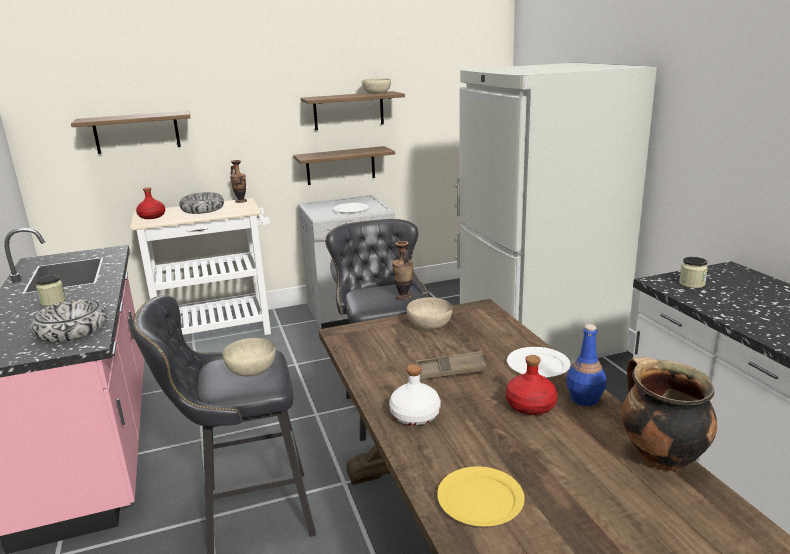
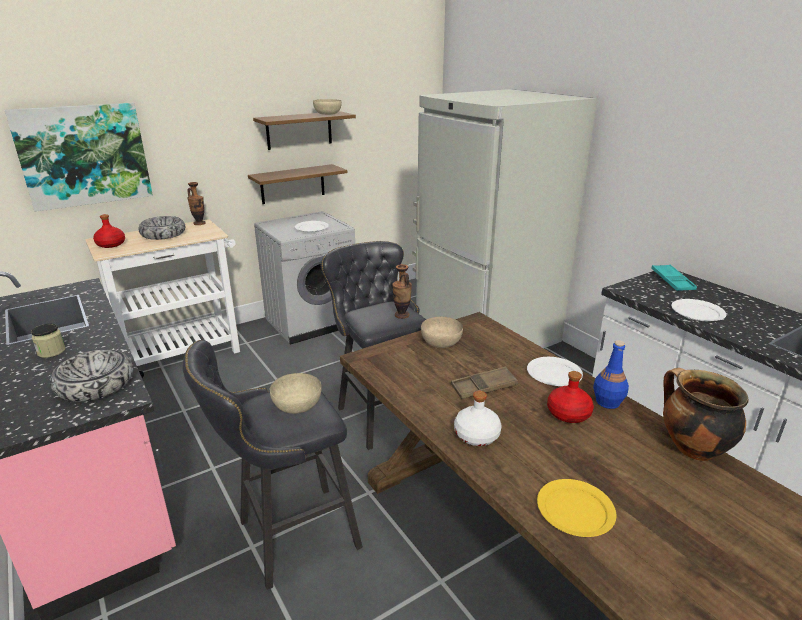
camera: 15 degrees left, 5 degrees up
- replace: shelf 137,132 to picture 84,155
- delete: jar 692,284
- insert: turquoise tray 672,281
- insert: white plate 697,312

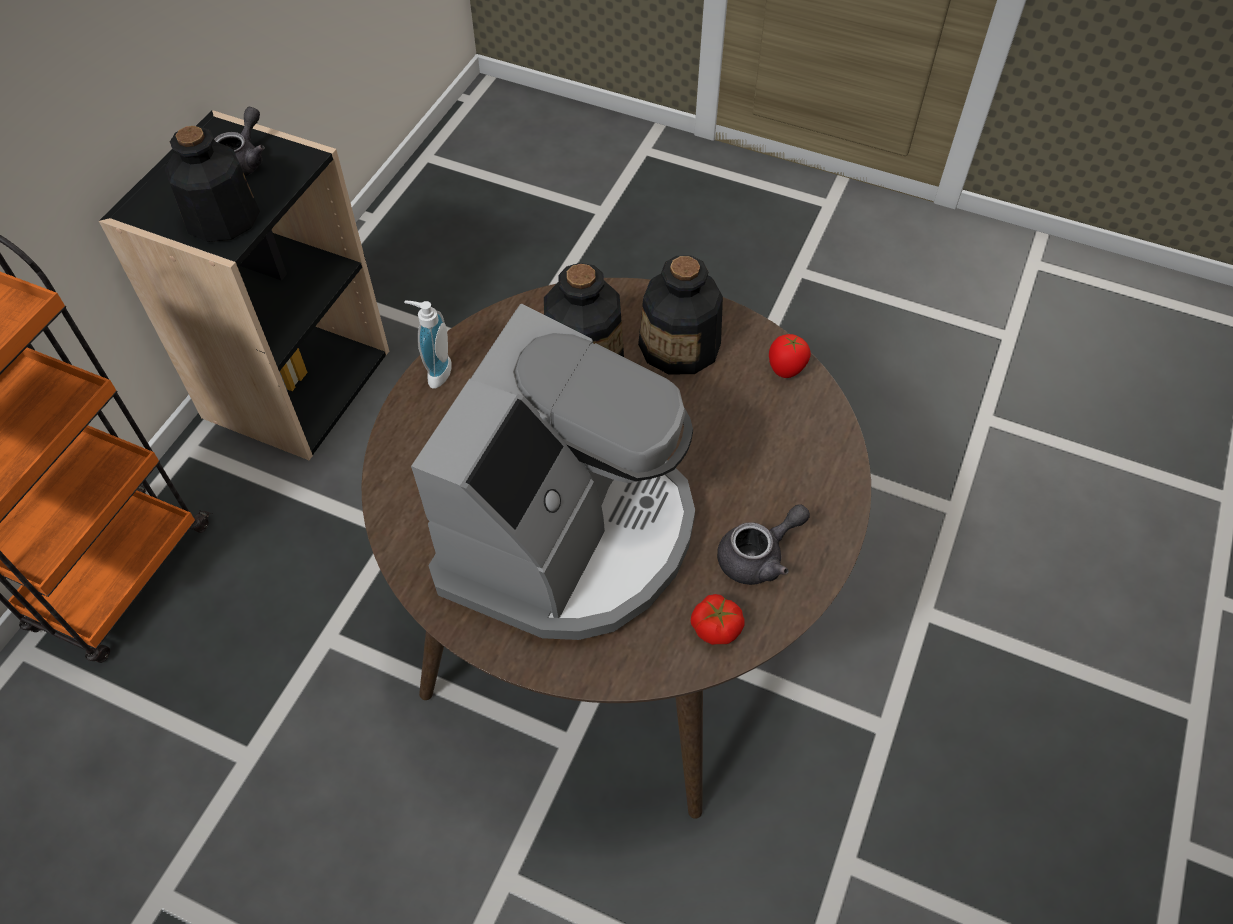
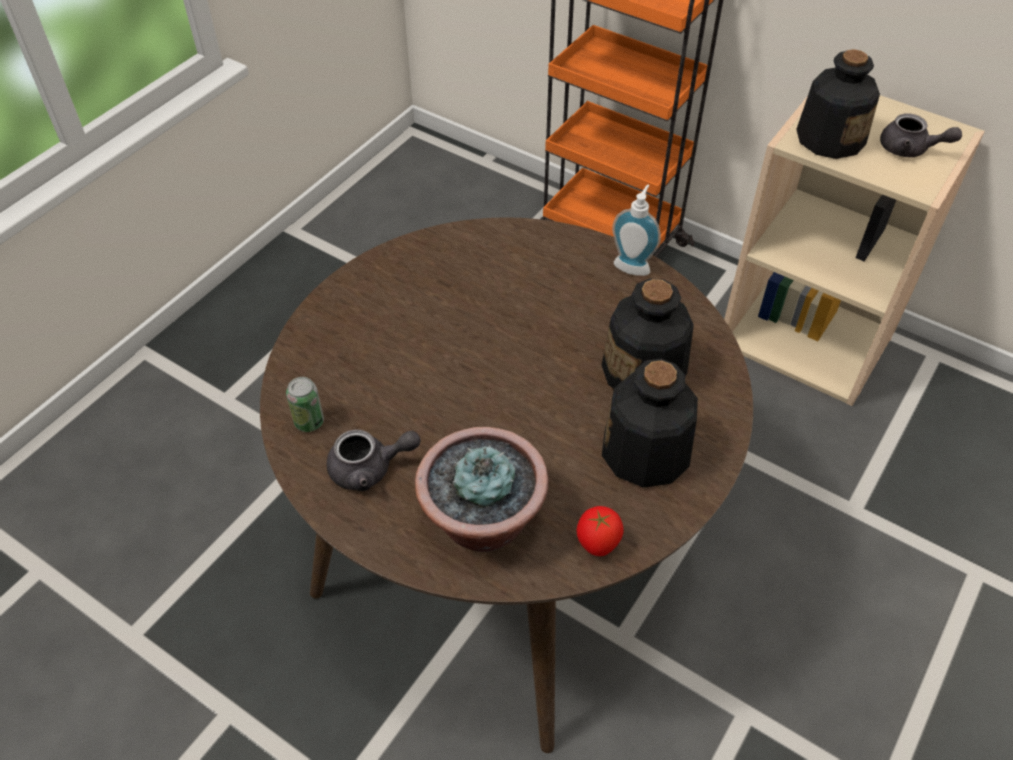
camera: 100 degrees right, 5 degrees down
- recolor: black bookcase 296,381 to beige bookcase 809,337
- delete: coffee machine 569,536
- rotate: grey teapot 758,556 = 370,469 75 degrees counterclockwise
- replace: tomato 715,628 to can 309,422
- insert: potted plant 482,522

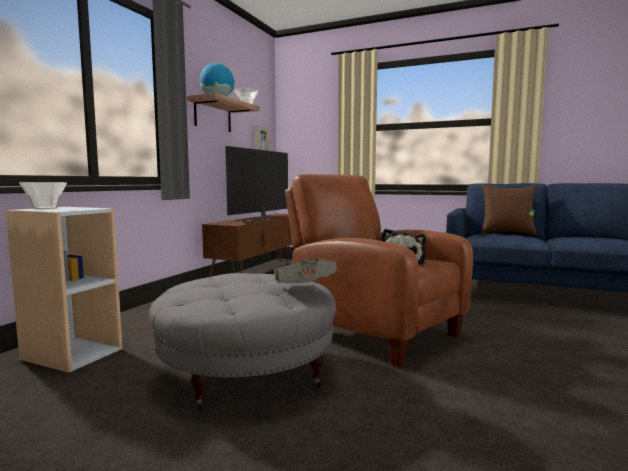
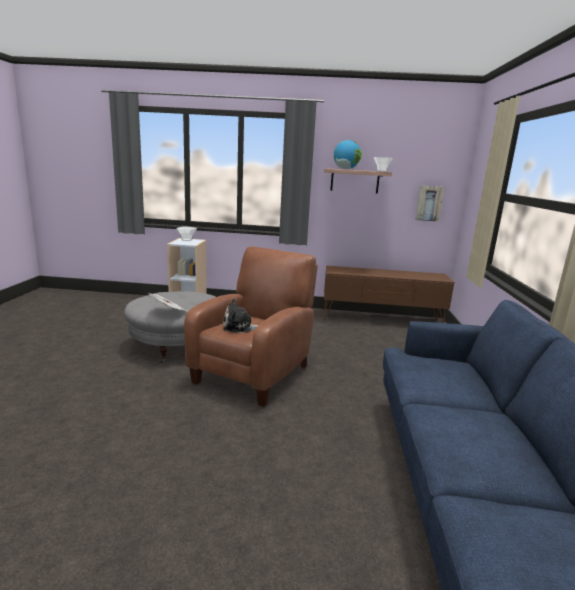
camera: 70 degrees right, 10 degrees up
- delete: television 262,218
- delete: brown pillow 507,233

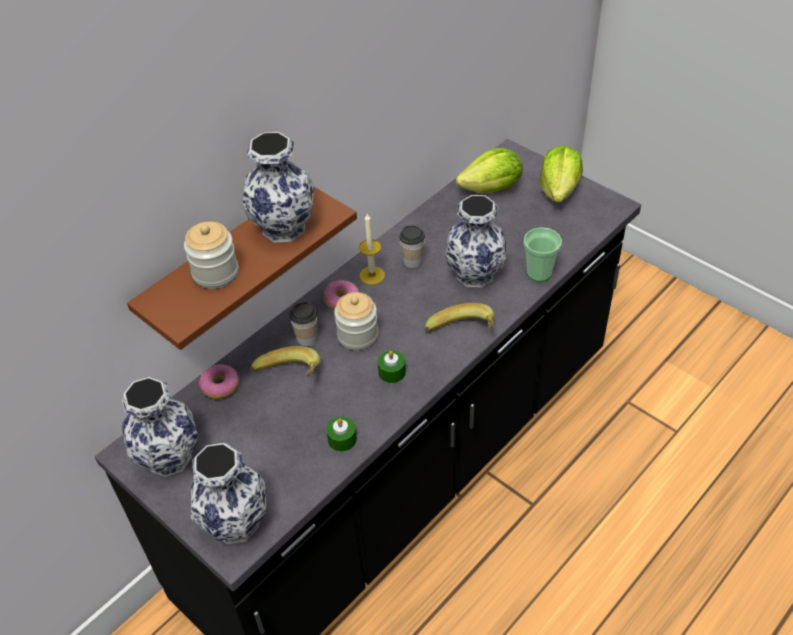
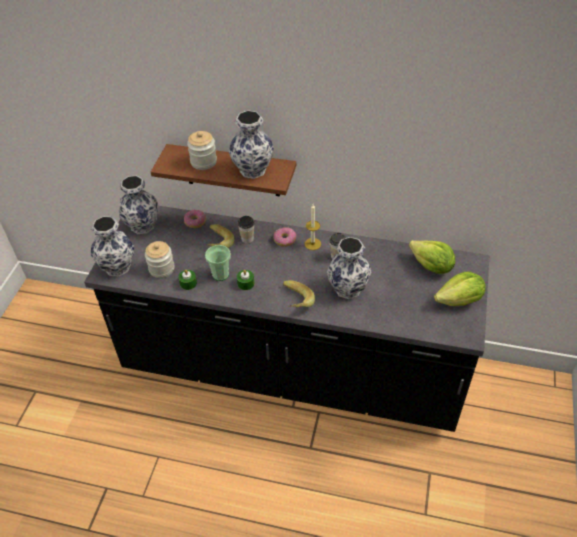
camera: 60 degrees right, 0 degrees up
- move: cup 539,273 to 220,274
- move: jar 358,336 to 161,269

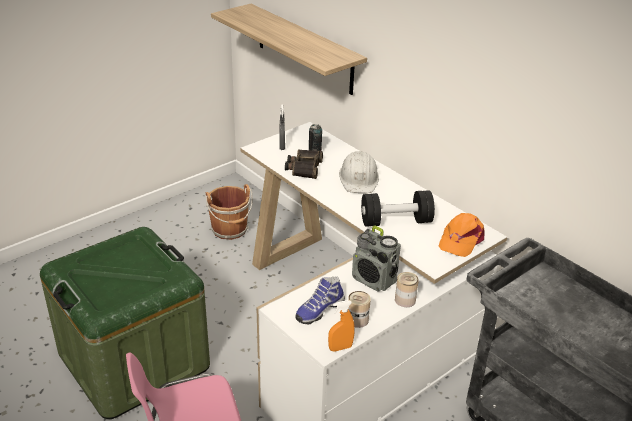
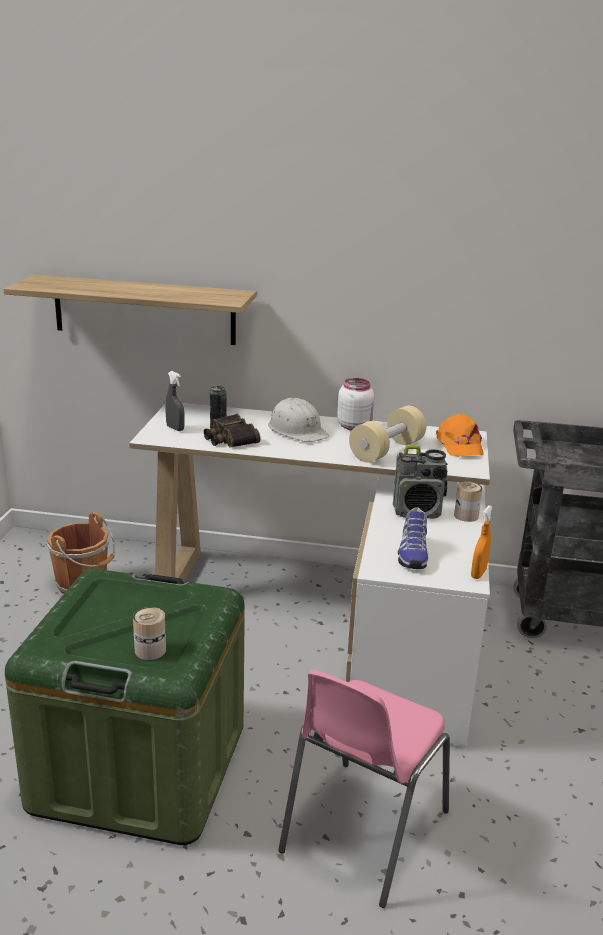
camera: 40 degrees left, 10 degrees down
- recolor: black dumbbell 396,221 to beige dumbbell 387,450
- move: can 357,320 to 150,650
- insert: white jar 354,426

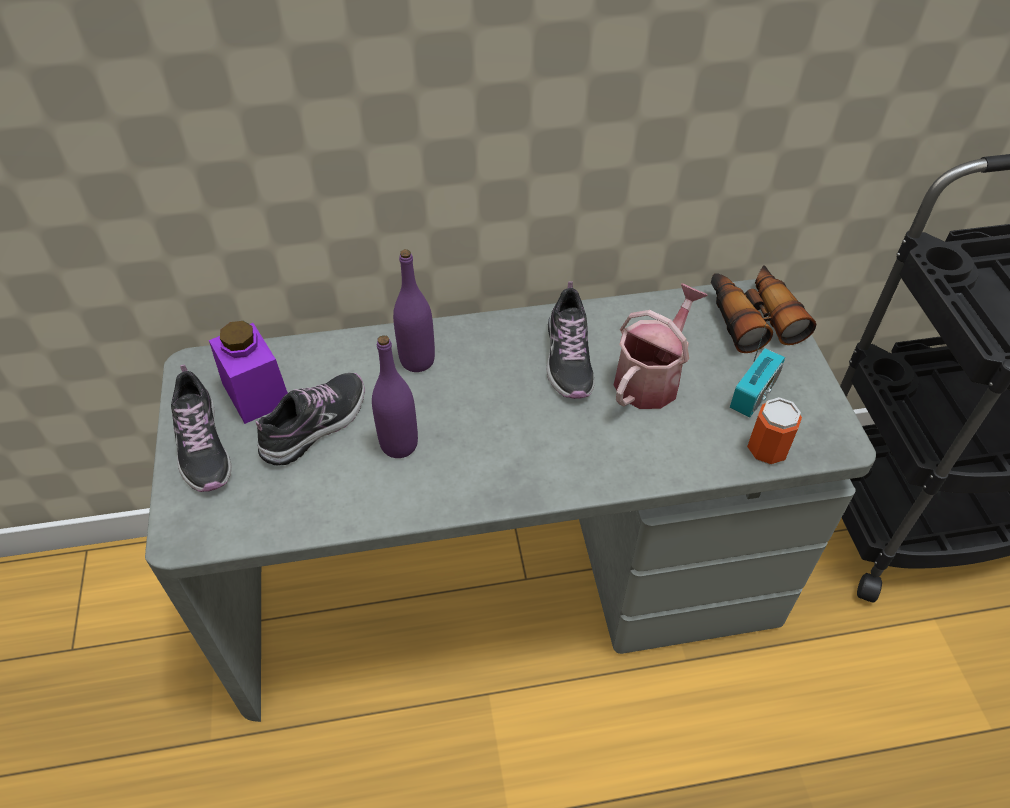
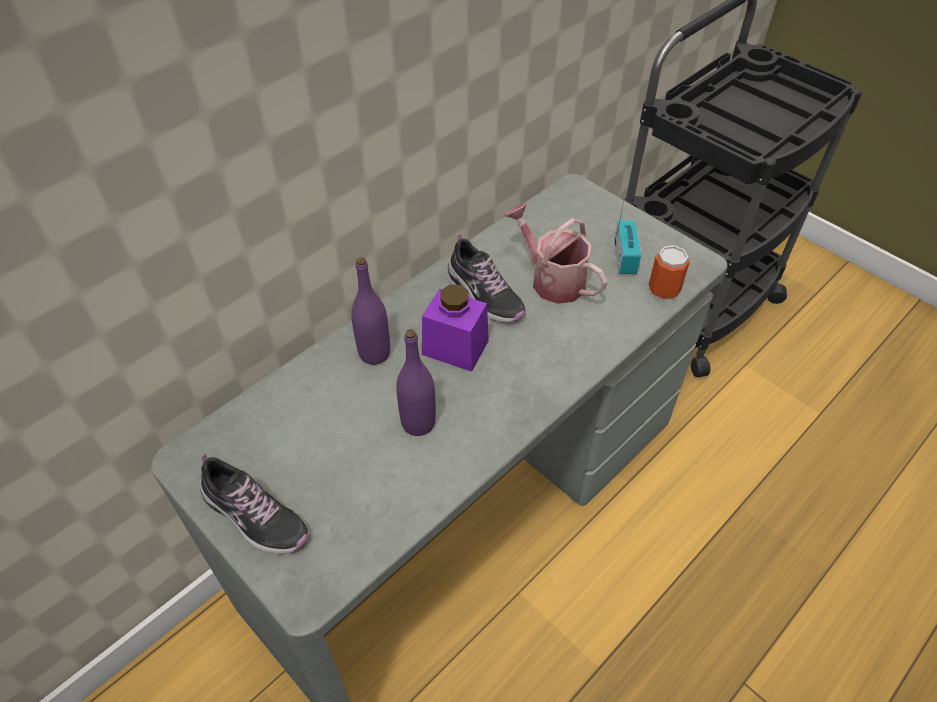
camera: 35 degrees left, 0 degrees up
- delete: binoculars 752,317
- rotate: watering can 651,377 = 552,279 45 degrees counterclockwise
- move: purple jar 256,393 to 455,347
- delete: shoe 316,425

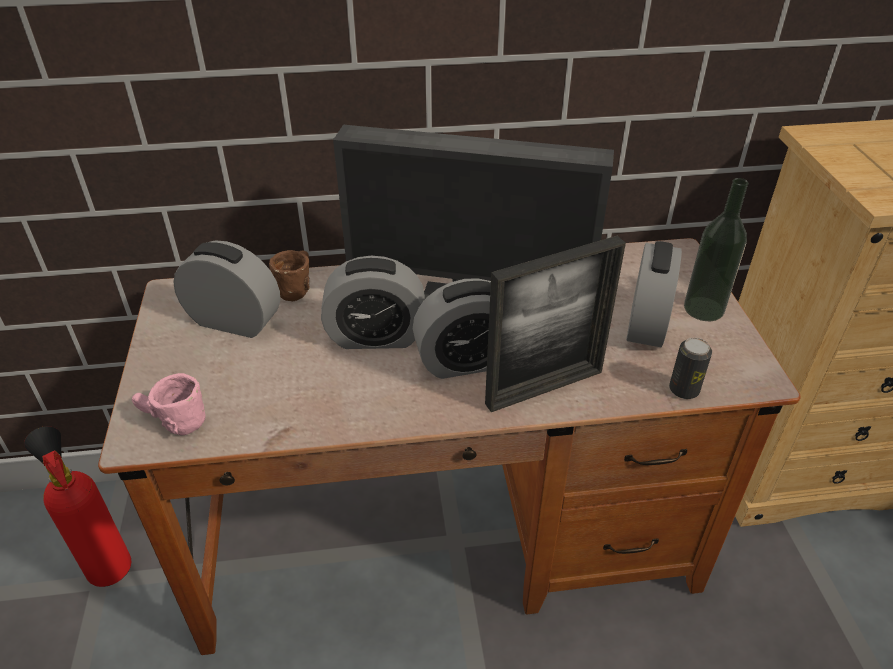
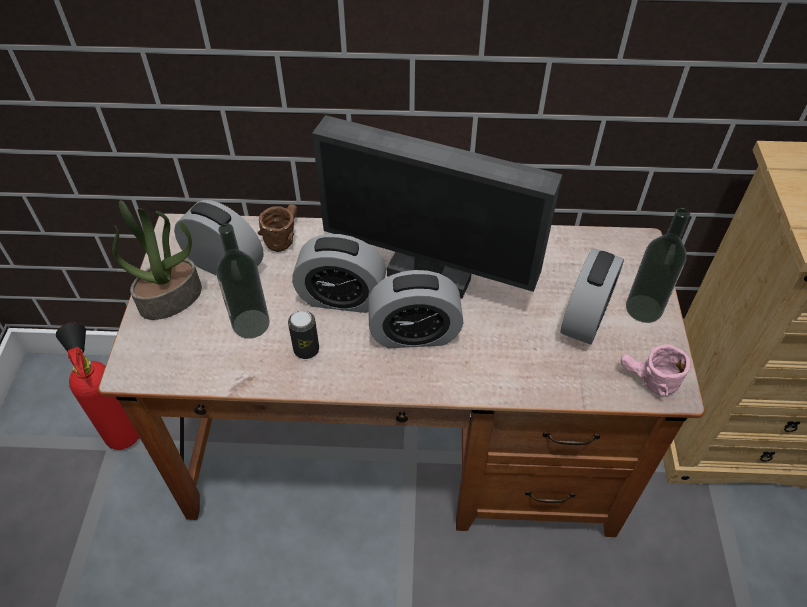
camera: 10 degrees right, 10 degrees up
- delete: picture frame 544,387
- move: can 684,390 to 306,349
- move: pink mug 171,422 to 647,381
- insert: potted plant 171,298
- insert: bottle 251,324

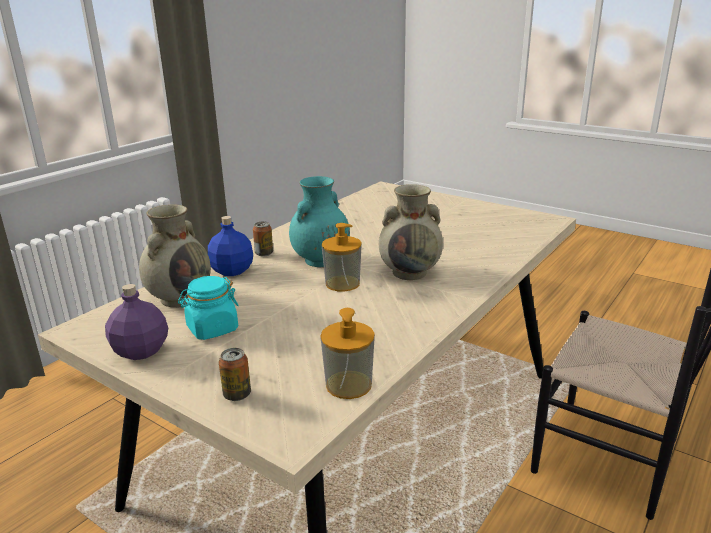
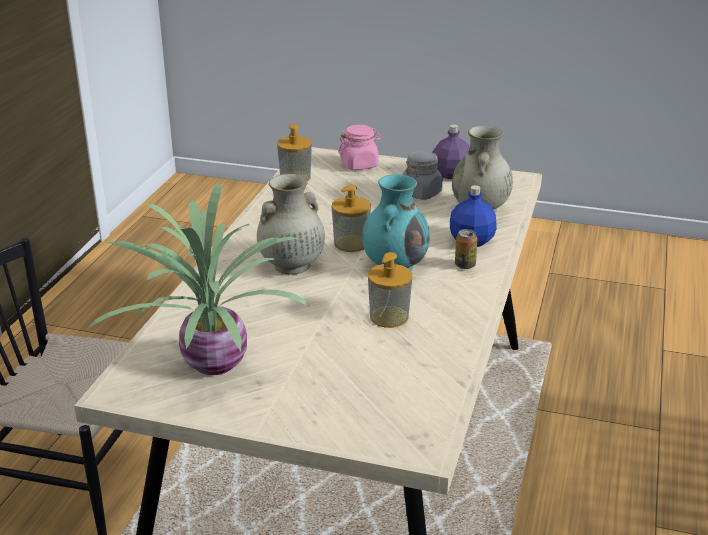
camera: 160 degrees right, 5 degrees up
- recolor: turquoise jar 212,329 to grey jar 421,193
- replace: can 237,395 to pink jar 359,164
- insert: potted plant 211,363
- insert: soap dispenser 389,317

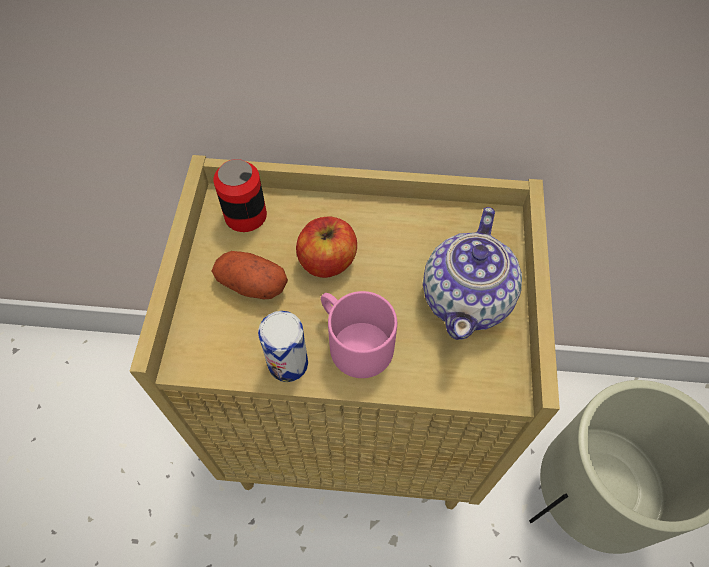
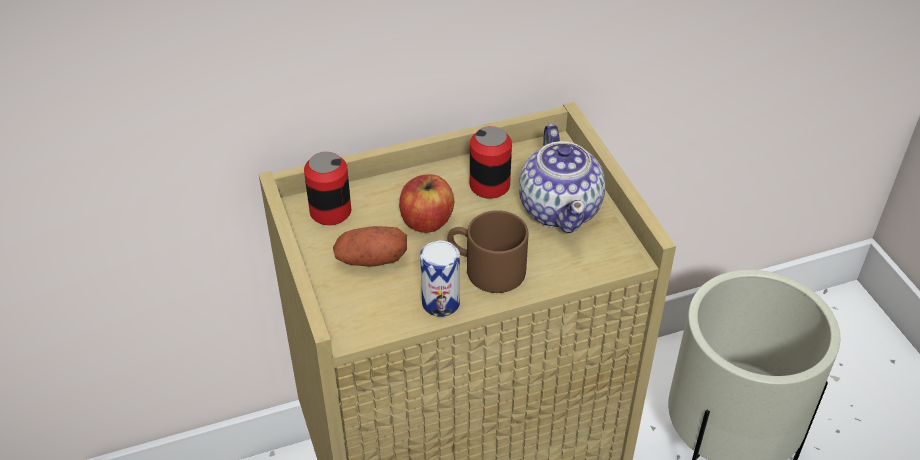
camera: 25 degrees left, 15 degrees down
- recolor: pink mug 352,342 to brown mug 485,269
- insert: can 489,185

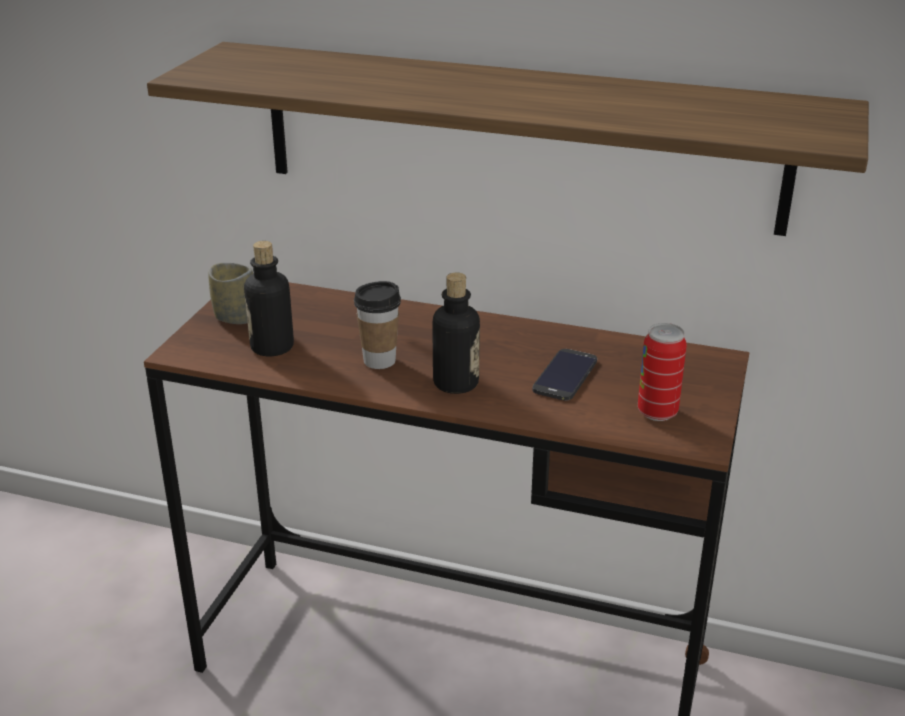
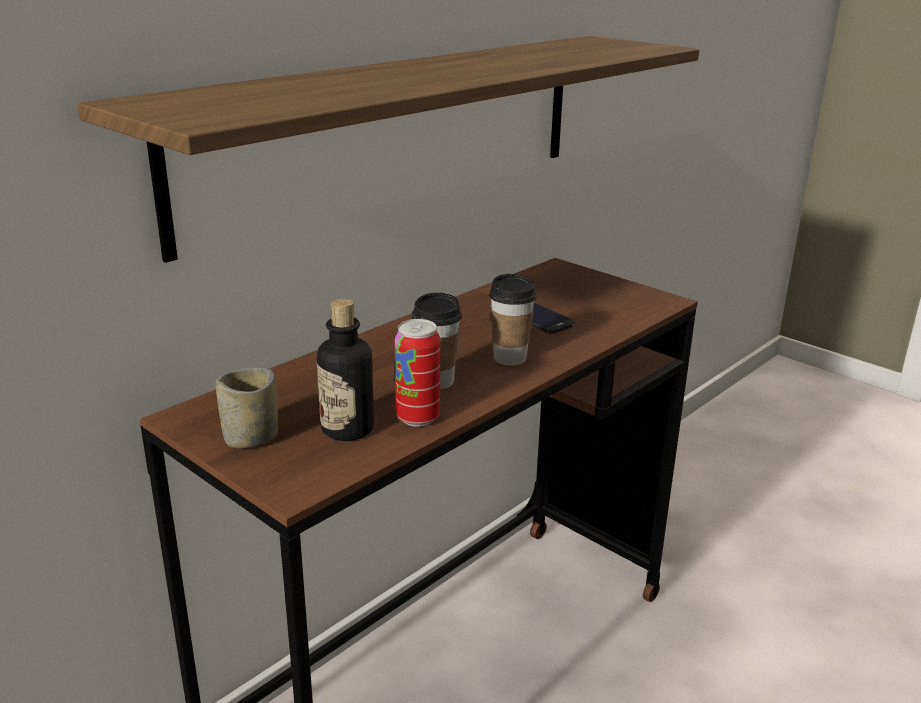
camera: 65 degrees left, 5 degrees down
- replace: bottle 456,383 to cup 510,358
- move: can 657,412 to 418,418

